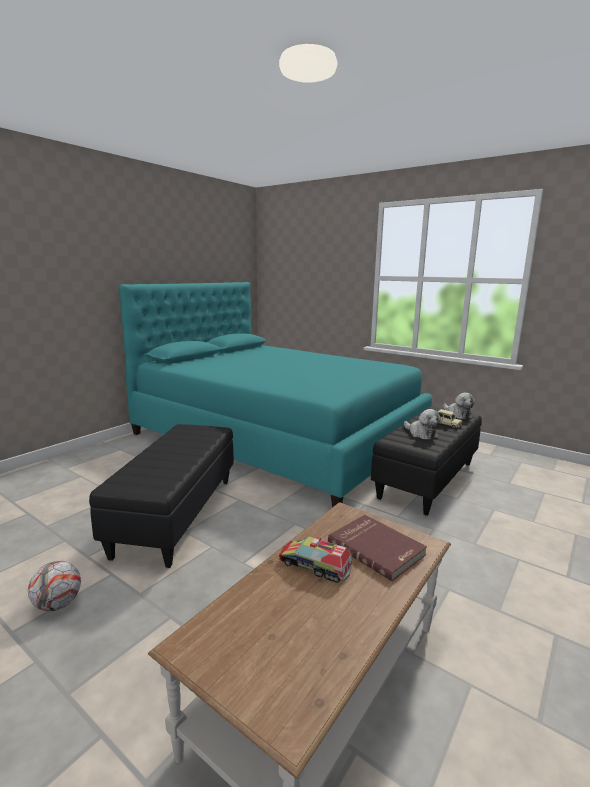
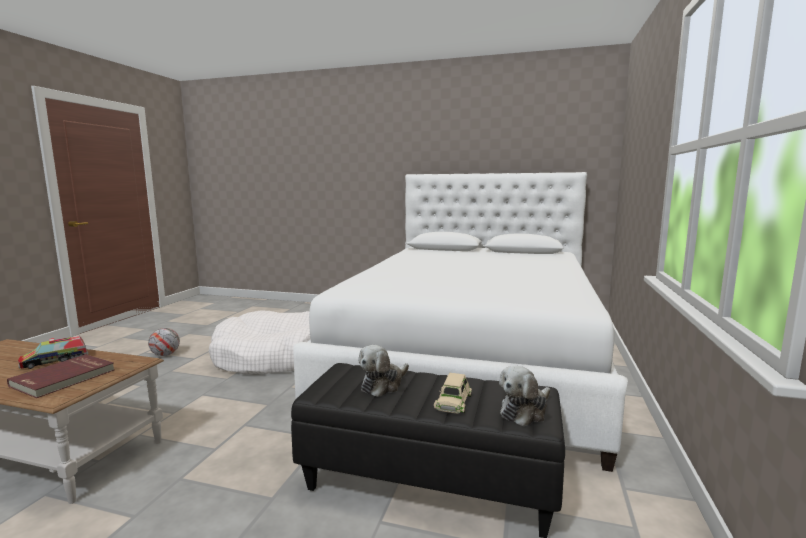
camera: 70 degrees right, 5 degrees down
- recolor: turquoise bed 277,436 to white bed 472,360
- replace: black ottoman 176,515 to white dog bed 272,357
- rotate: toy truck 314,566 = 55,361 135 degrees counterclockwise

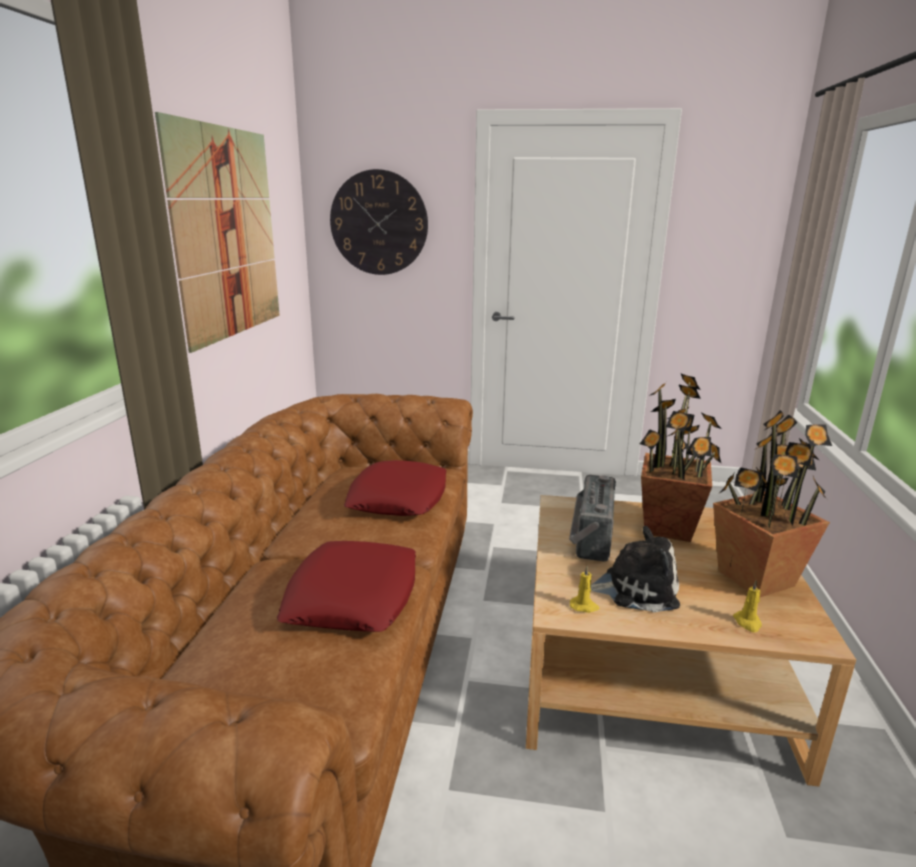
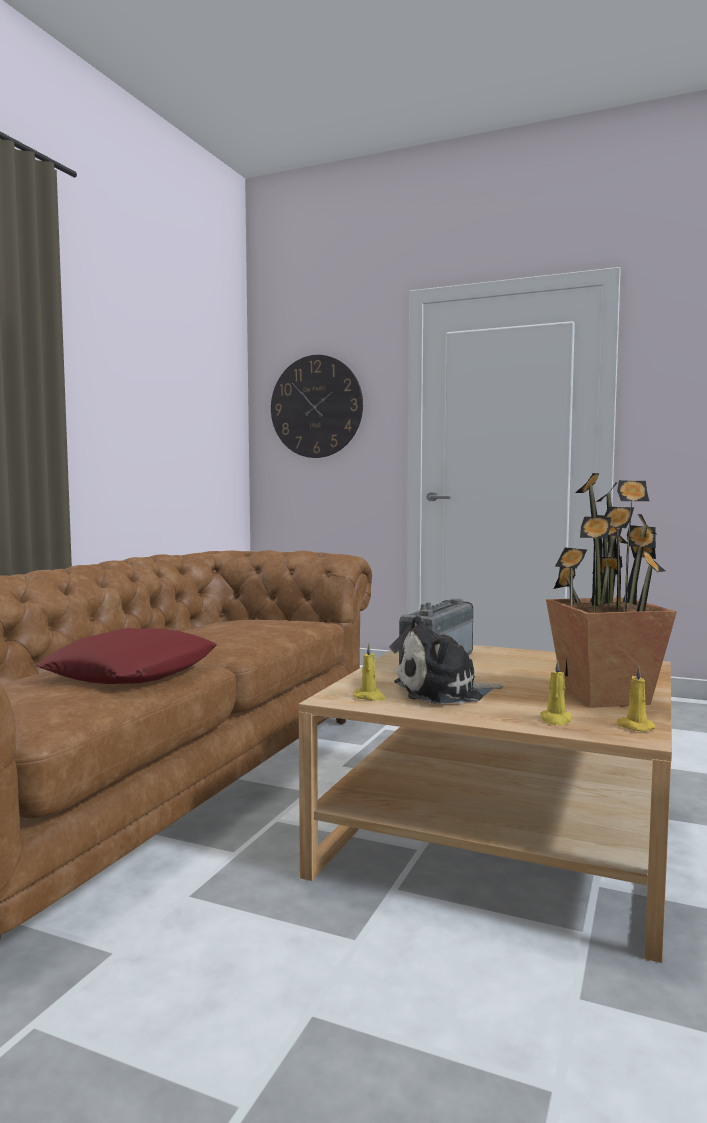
camera: 15 degrees right, 15 degrees down
- delete: picture 228,234
- delete: potted plant 668,528
- delete: red pillow 398,498
- rotate: plush toy 635,588 = 444,692 150 degrees clockwise
- insert: yellow candle 634,726

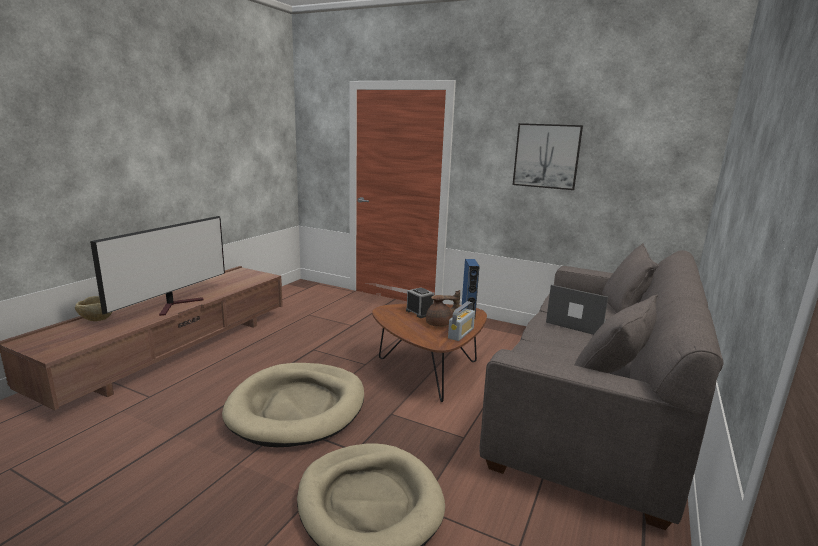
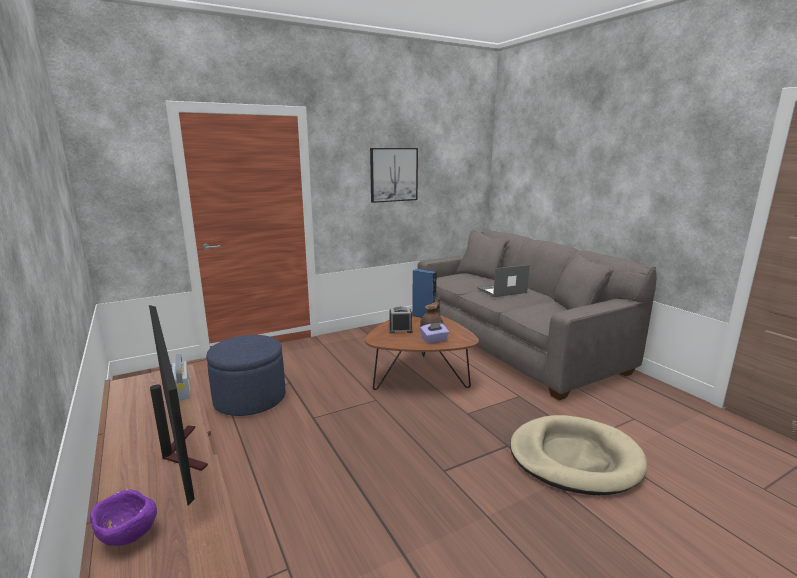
camera: 55 degrees left, 0 degrees up
- recolor: beige bowl 97,320 to purple bowl 128,537
- move: radio 461,333 to 182,390
- delete: beige dog bed 297,407
- insert: purple tissue box 434,340
- insert: blue ottoman 250,399

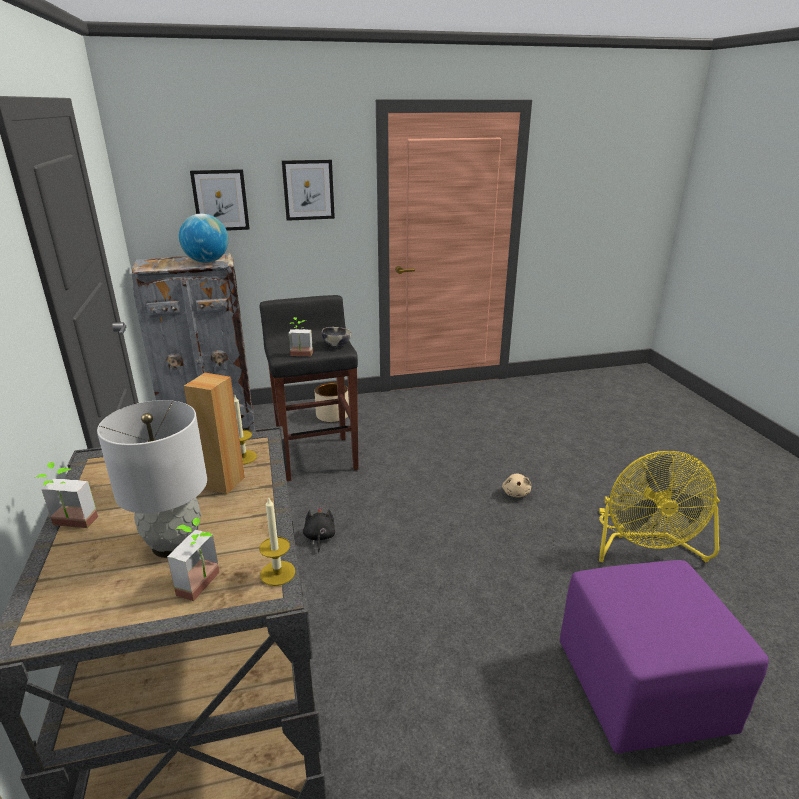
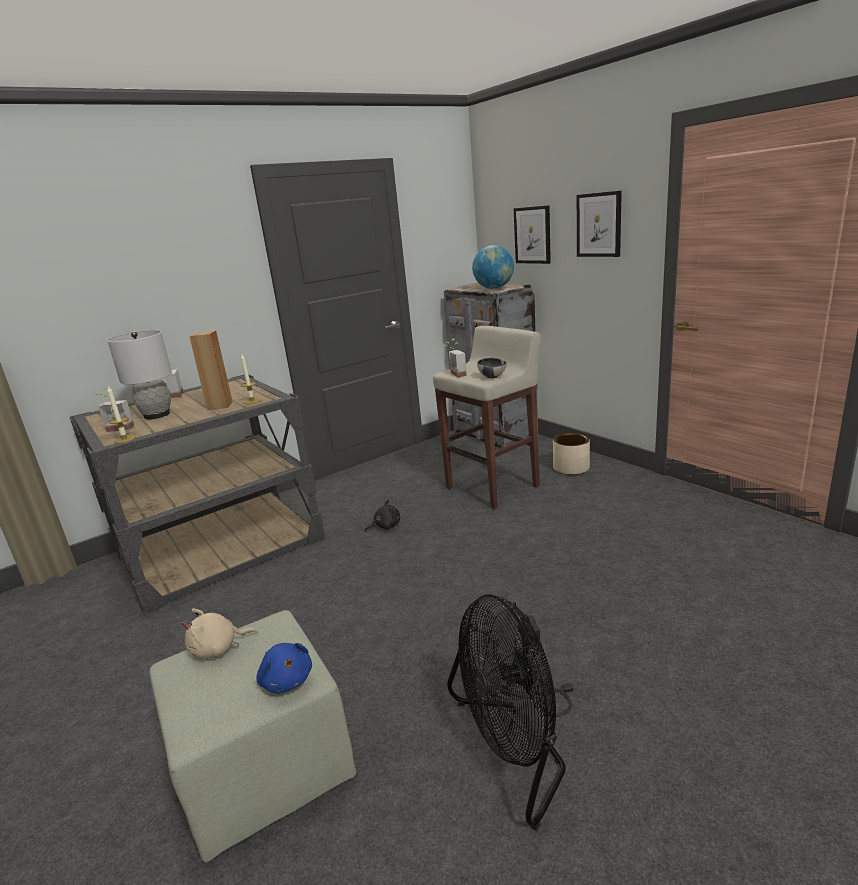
camera: 70 degrees right, 5 degrees down
- recolor: black stool 317,457 to beige stool 493,487
- recolor: yellow fan 641,546 to black fan 518,741
- move: beige plush toy 516,493 to 218,648
- recolor: purple ottoman 639,687 to green ottoman 266,766
- insert: blue plush toy 286,680

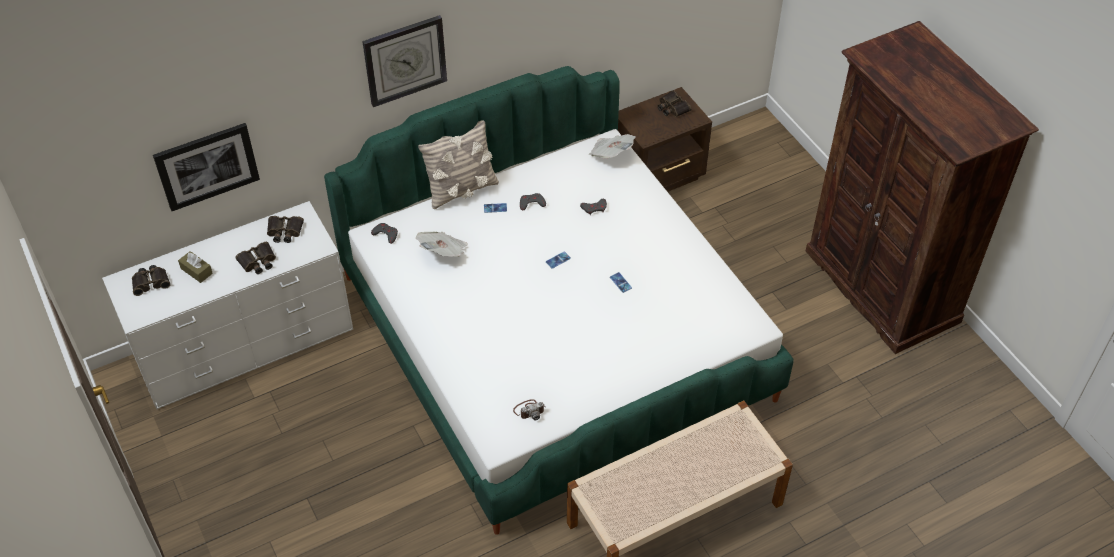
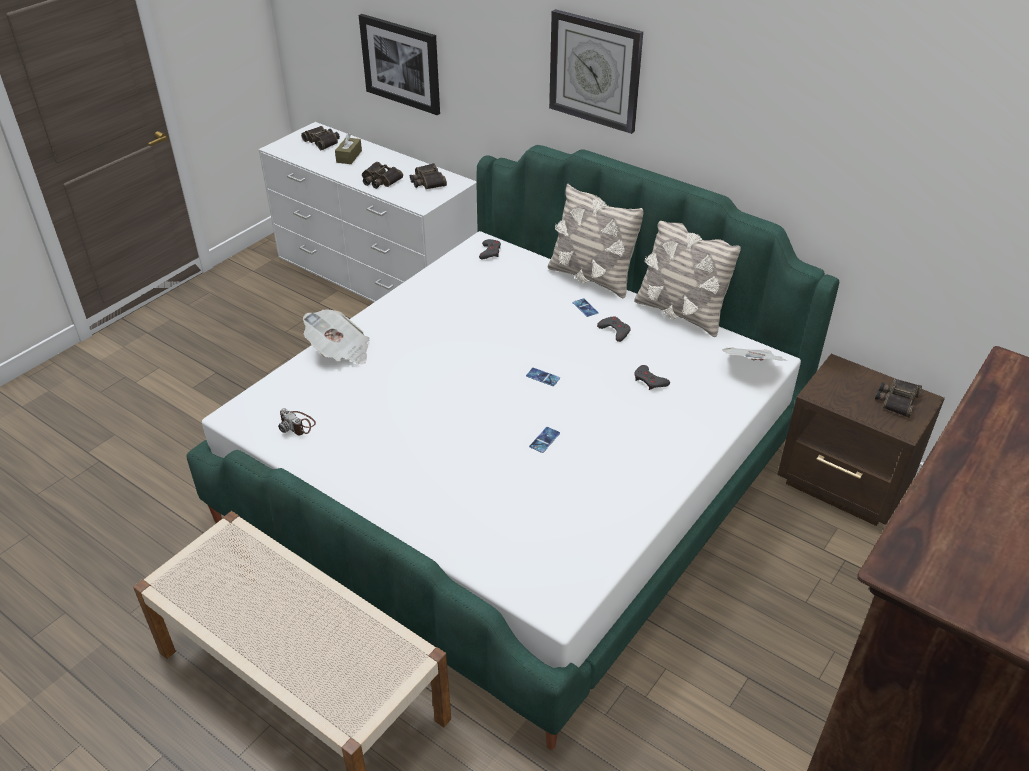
camera: 65 degrees right, 10 degrees down
- move: newspaper 443,252 to 340,351
- insert: beige pillow 680,313

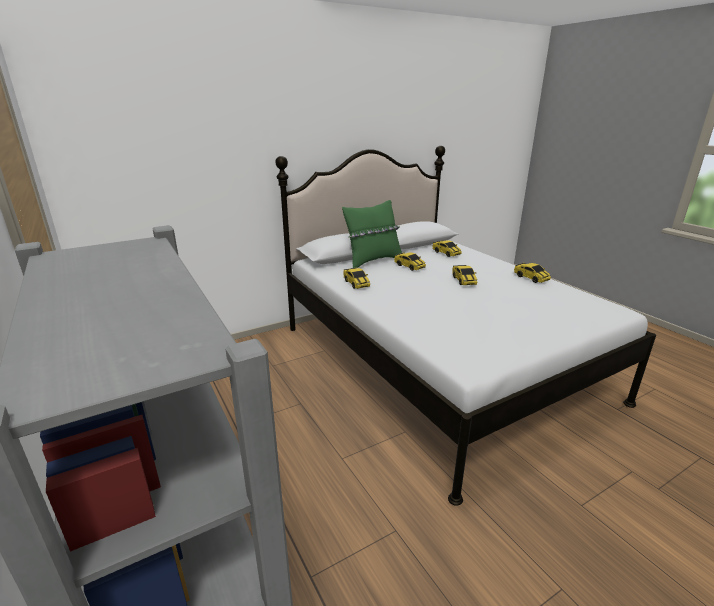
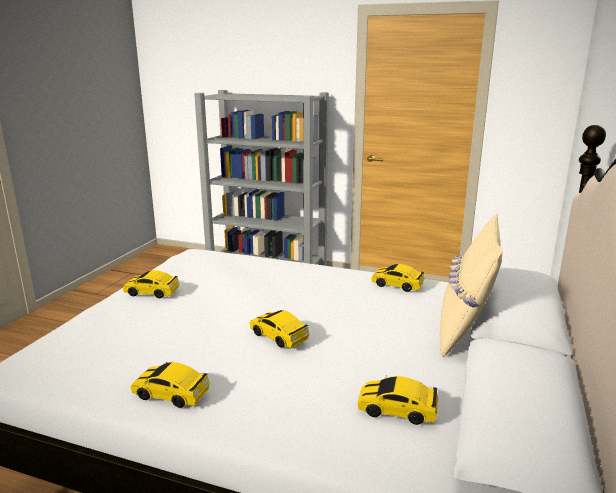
camera: 140 degrees right, 5 degrees down
- recolor: green pillow 373,260 to beige pillow 464,330
- move: toy car 409,266 to 152,292

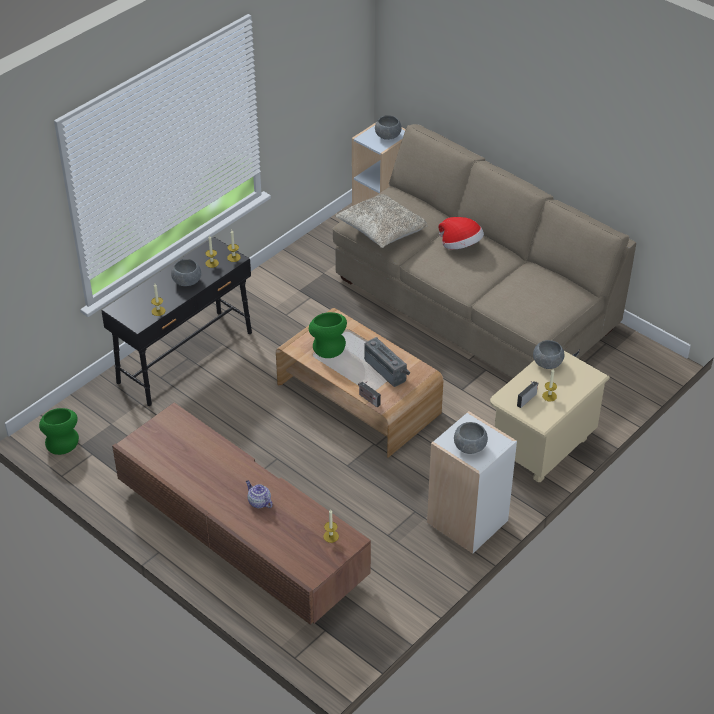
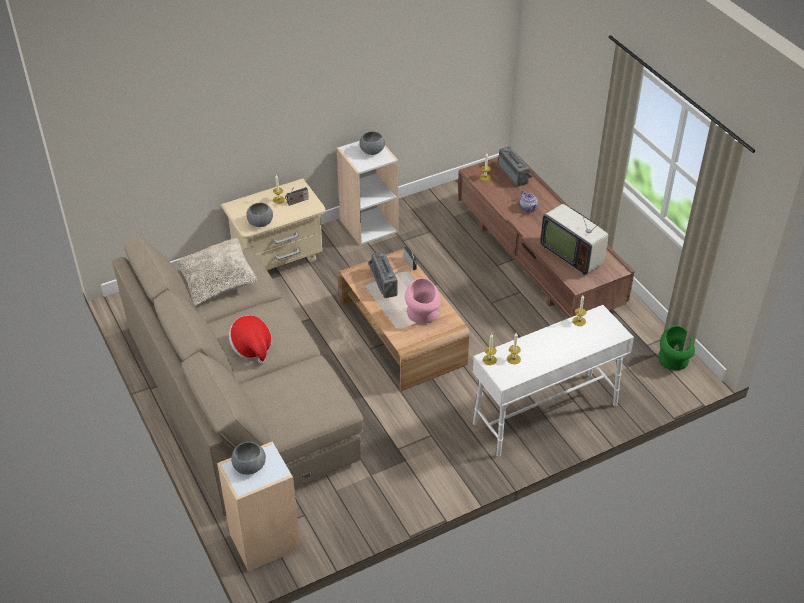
camera: 160 degrees left, 0 degrees up
- move: beige pillow 382,230 to 217,279
- recolor: black console table 186,358 to white console table 544,414
- delete: grey bowl 187,281
- recolor: green vase 328,346 to pink vase 422,316
- insert: radio 515,173
- insert: television 573,254

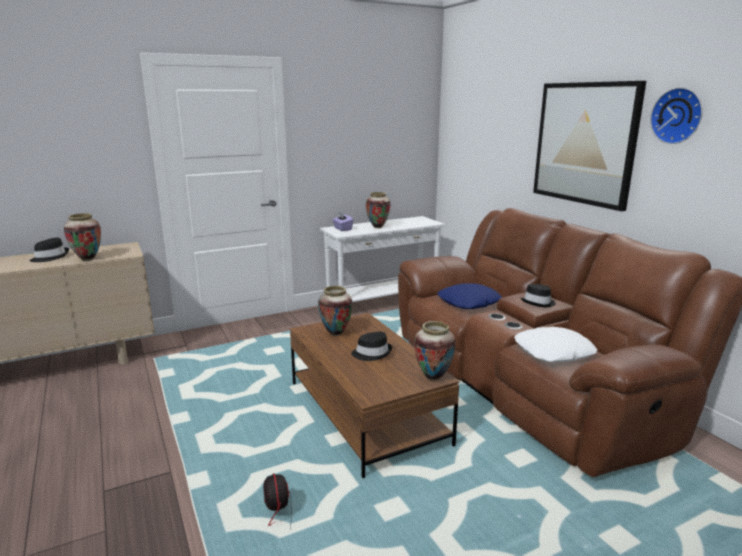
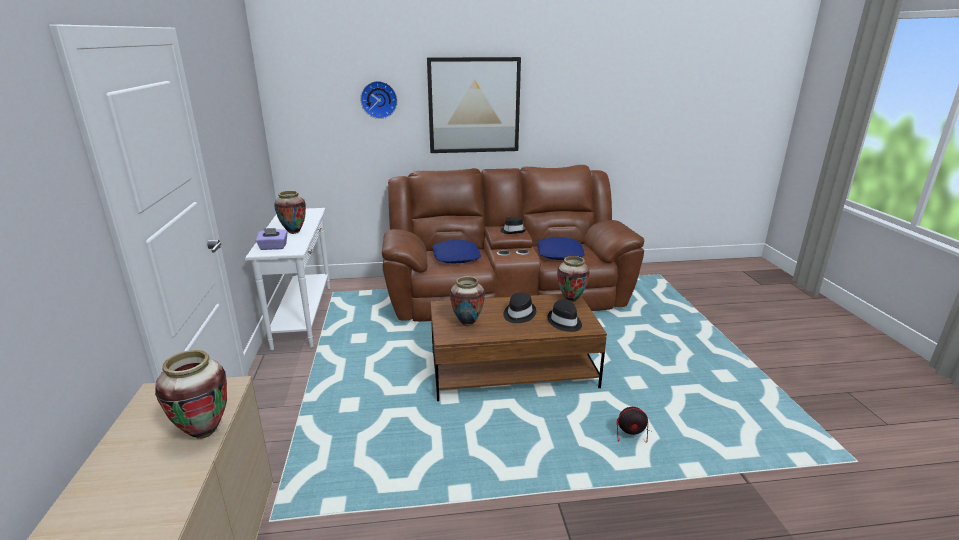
camera: 70 degrees left, 5 degrees up
- move: wall clock 678,116 to 379,99
- move: black hat 50,257 to 564,322
- recolor: white pillow 554,352 to blue pillow 560,254

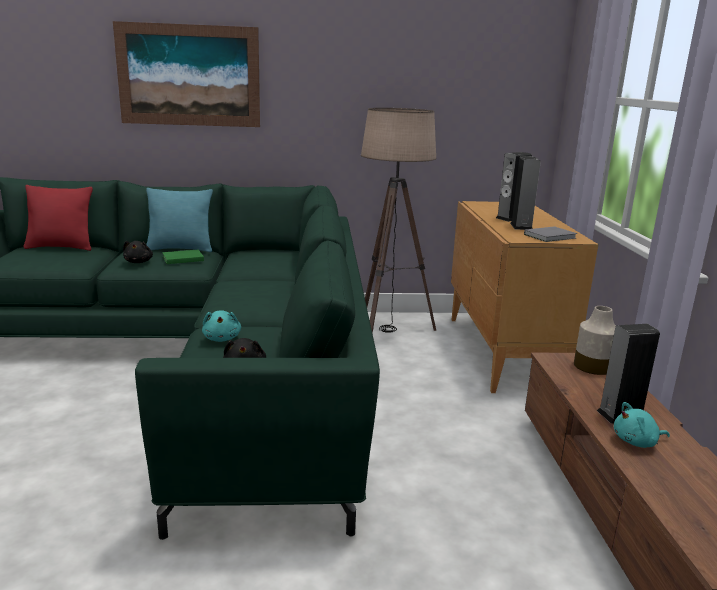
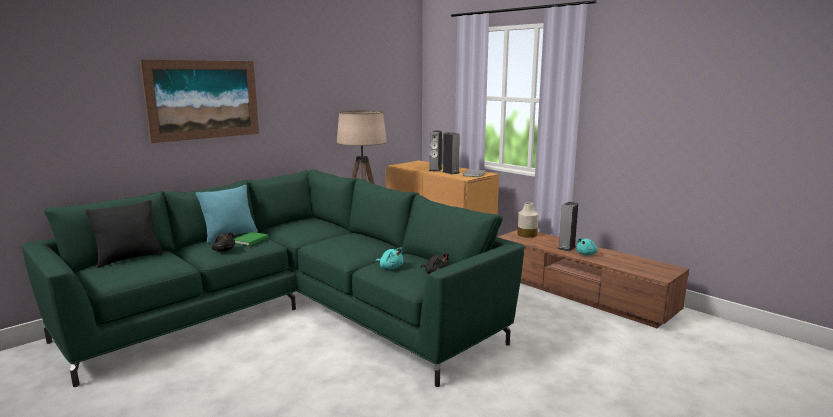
camera: 40 degrees left, 5 degrees down
- recolor: red pillow 61,247 to black pillow 129,258

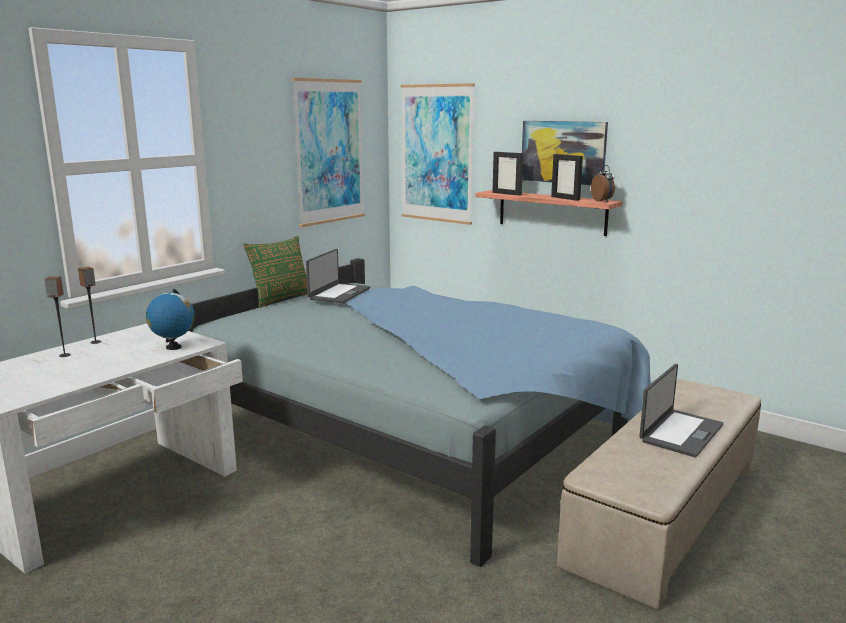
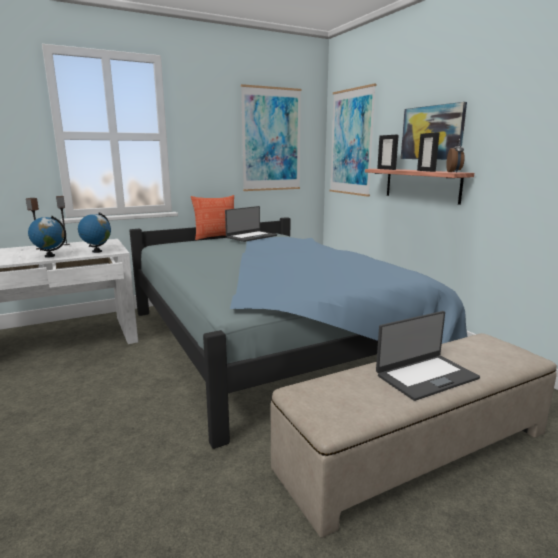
camera: 25 degrees right, 0 degrees up
- recolor: green pillow 281,299 to orange pillow 216,237
- insert: globe 50,256

